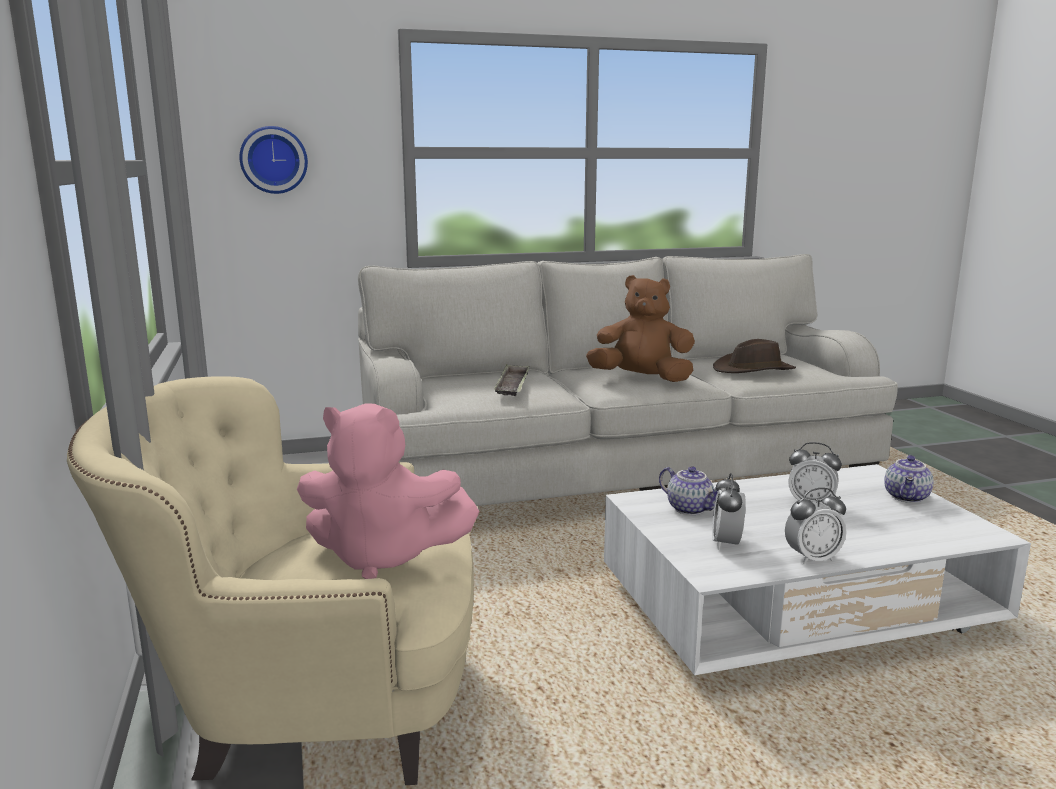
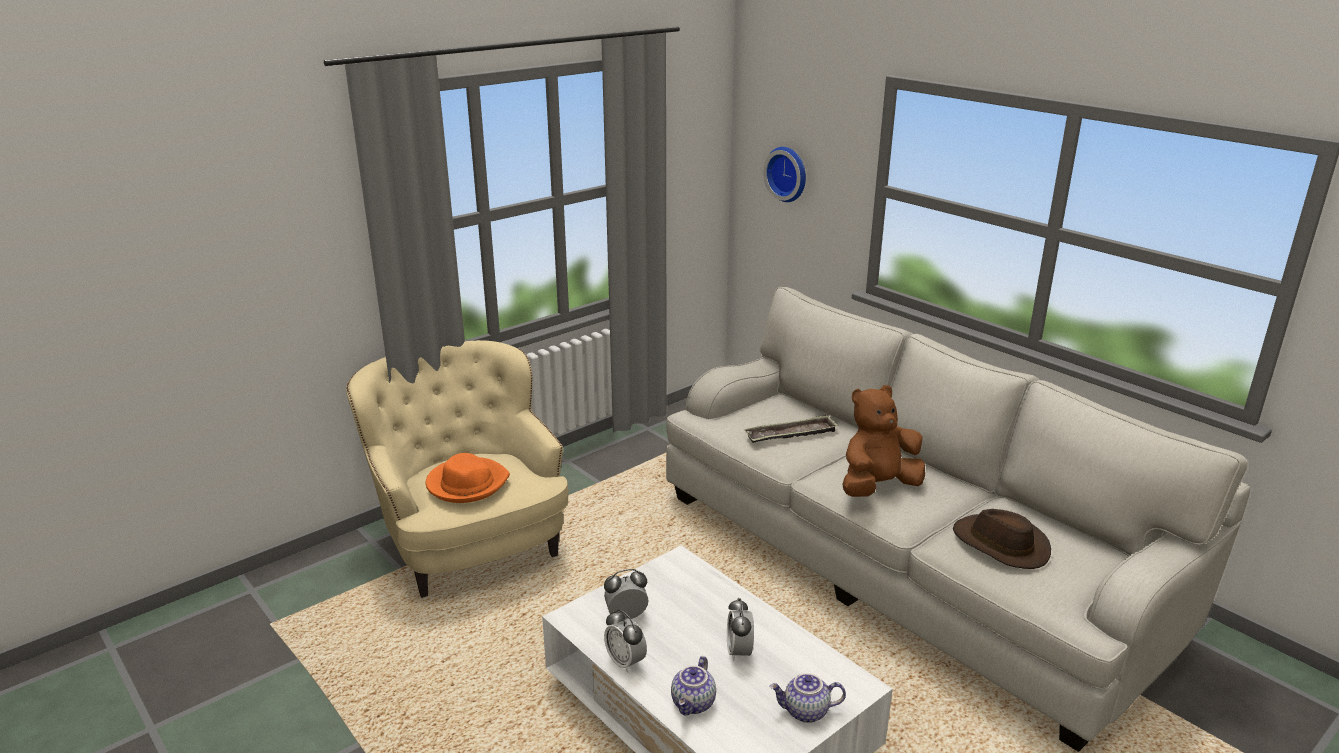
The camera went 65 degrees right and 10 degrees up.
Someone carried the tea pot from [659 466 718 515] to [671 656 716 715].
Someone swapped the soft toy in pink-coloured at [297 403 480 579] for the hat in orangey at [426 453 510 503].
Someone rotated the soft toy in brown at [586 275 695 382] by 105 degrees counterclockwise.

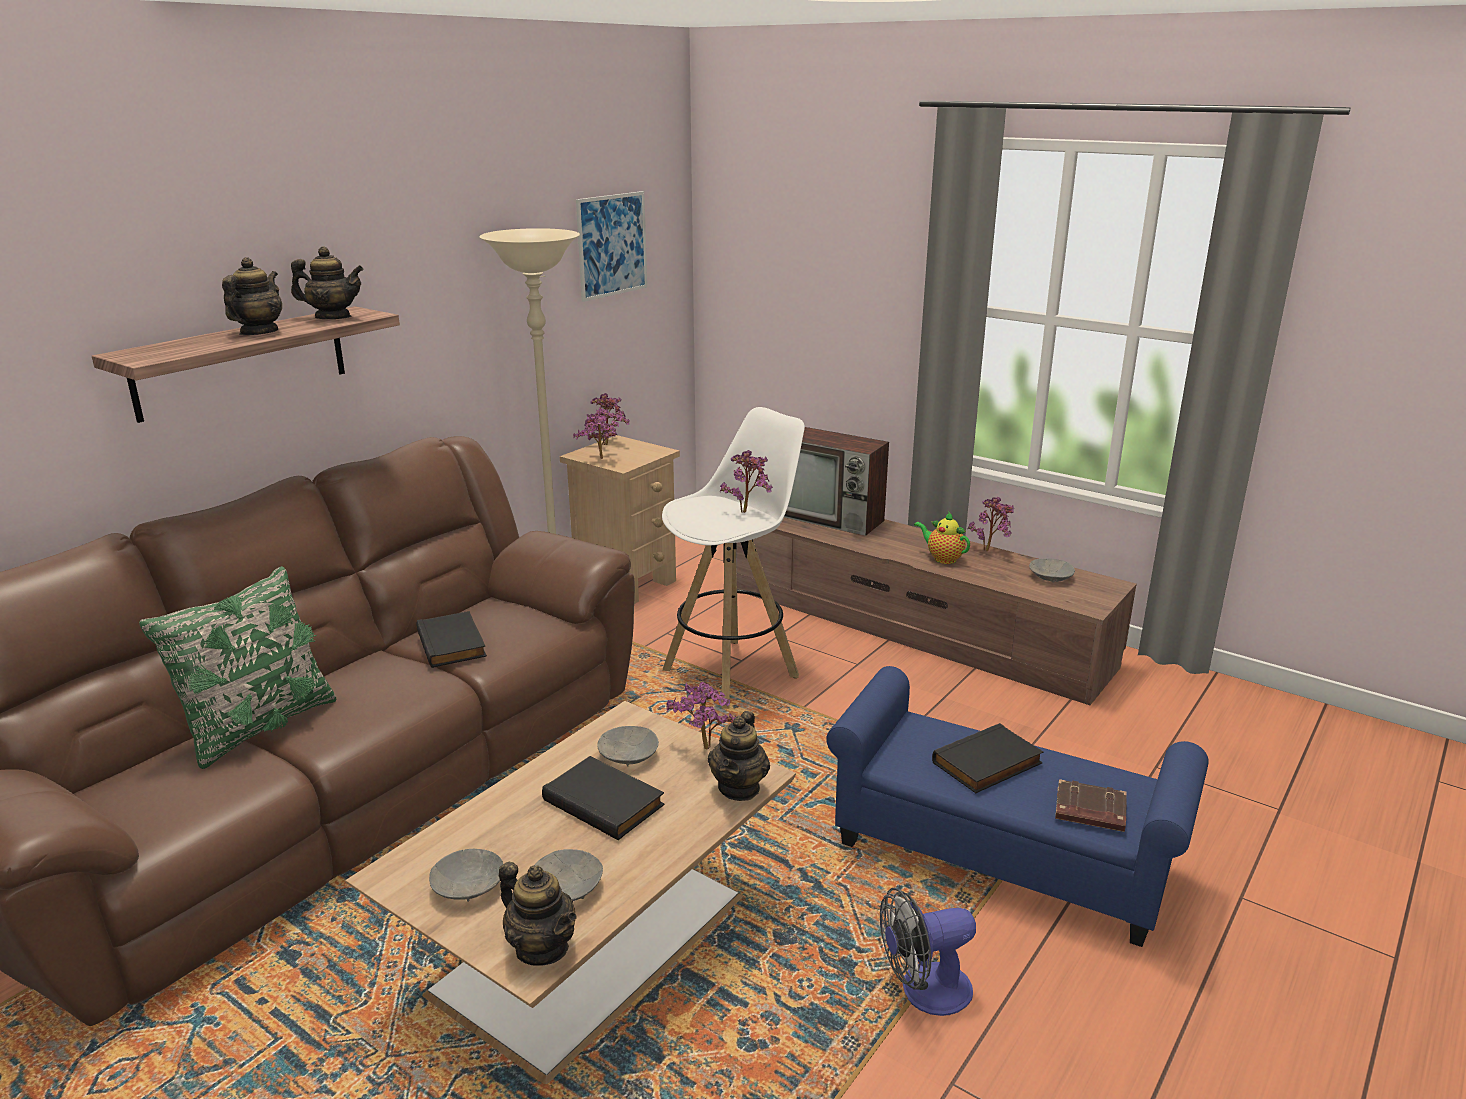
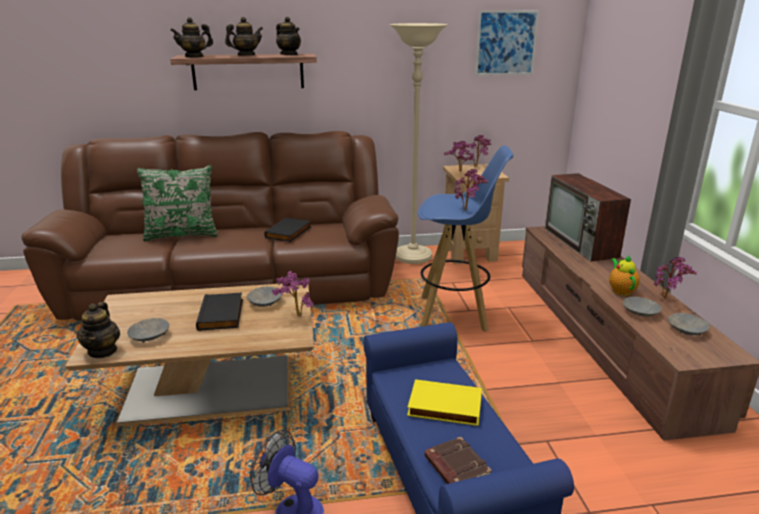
The camera went 45 degrees right and 0 degrees up.
Someone carried the bowl in grey from [429 849 503 902] to [623 297 661 317].
Someone carried the tea pot from [708 711 770 801] to [170 17 213 58].
Someone repainted the stool in white-coloured at [662 407 805 709], which became the stool in bluish at [418 146 513 332].
Someone repainted the bound book in black-coloured at [932 723 1044 793], which became the bound book in yellow-coloured at [407 380 482 426].

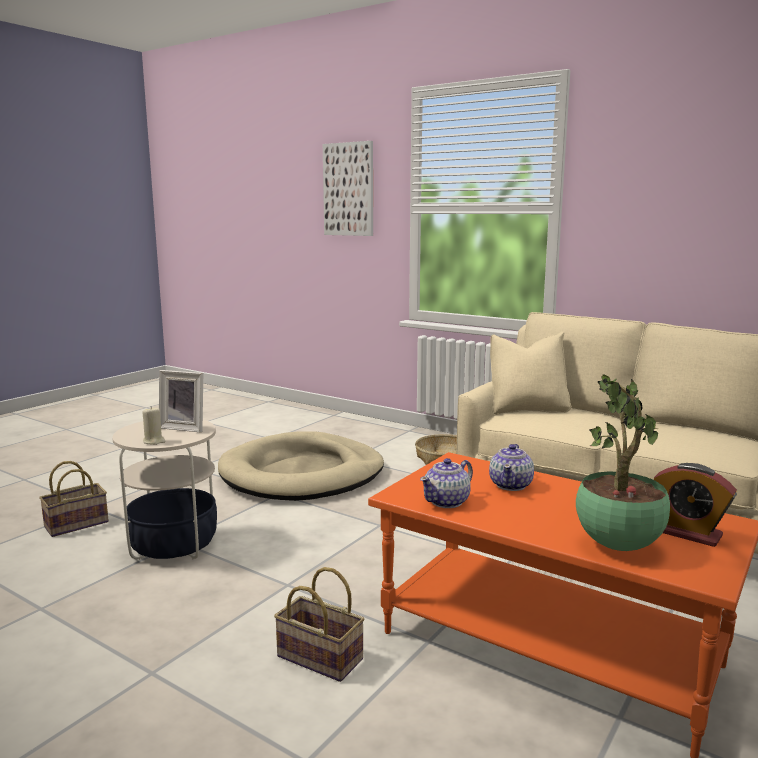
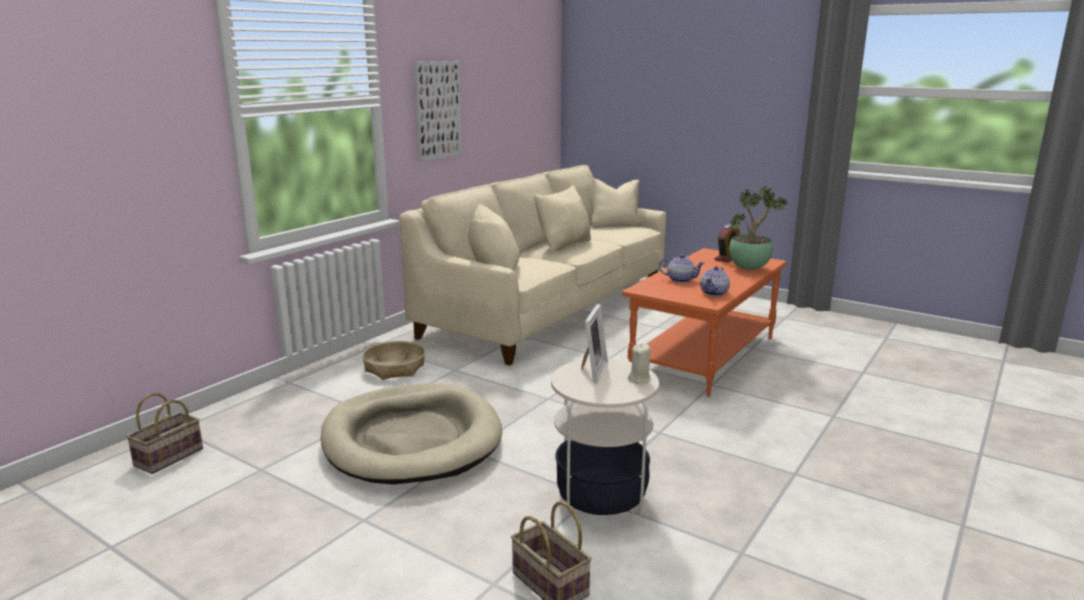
The camera went 90 degrees left and 5 degrees up.
Someone put down the throw pillow in sand-coloured at [534 185 591 252].
Someone carried the basket from [274 567 364 682] to [126 393 203 474].
Someone carried the wall picture from [323 141 373 236] to [413 61 462 161].
Someone rotated the tea pot at [420 458 473 508] by 75 degrees clockwise.

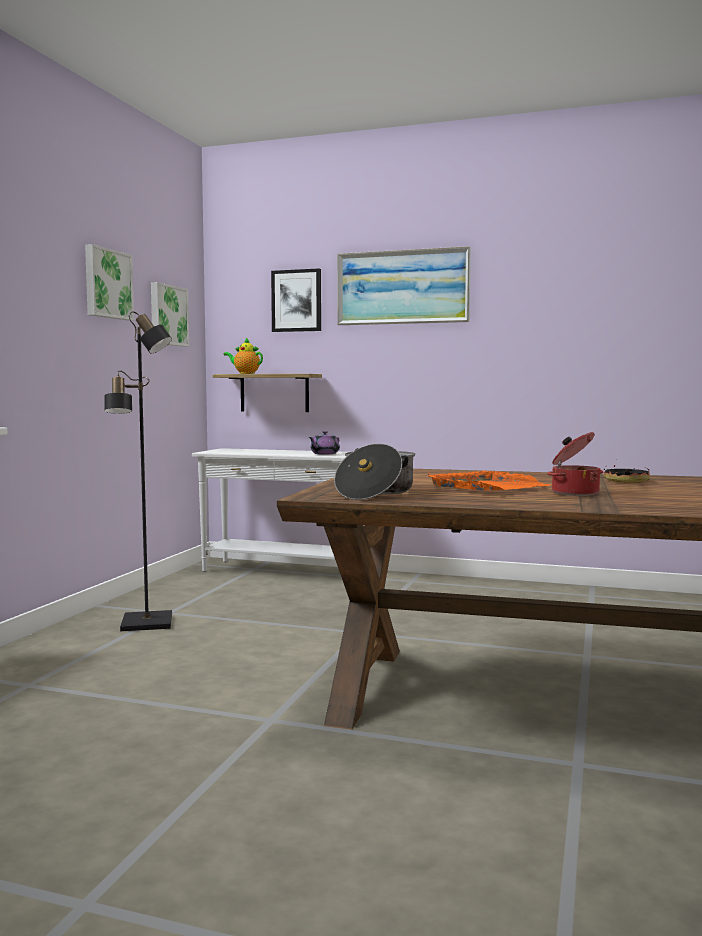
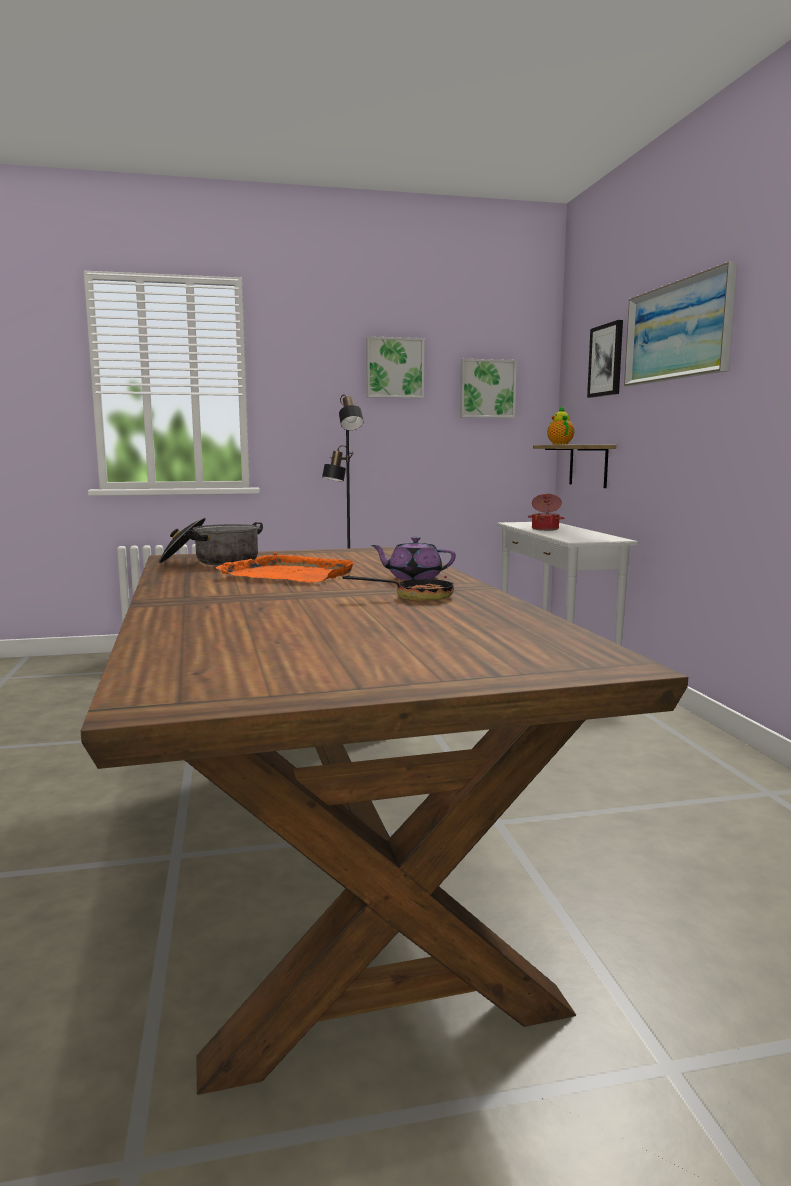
The camera went 60 degrees right and 5 degrees up.
Someone carried the tea pot in purple from [309 431 340 455] to [371 537 456 580].
Someone carried the cooking pot from [548 432 603 496] to [528 494 564 531].

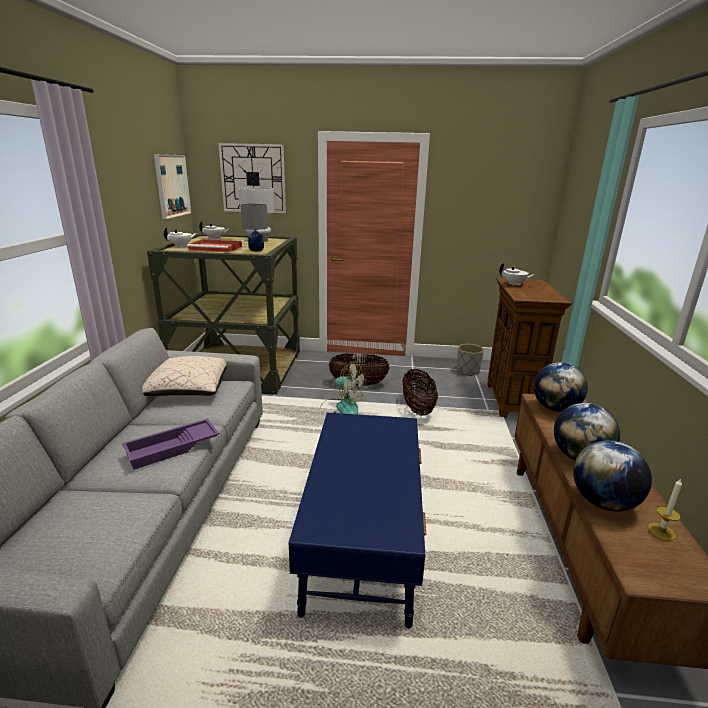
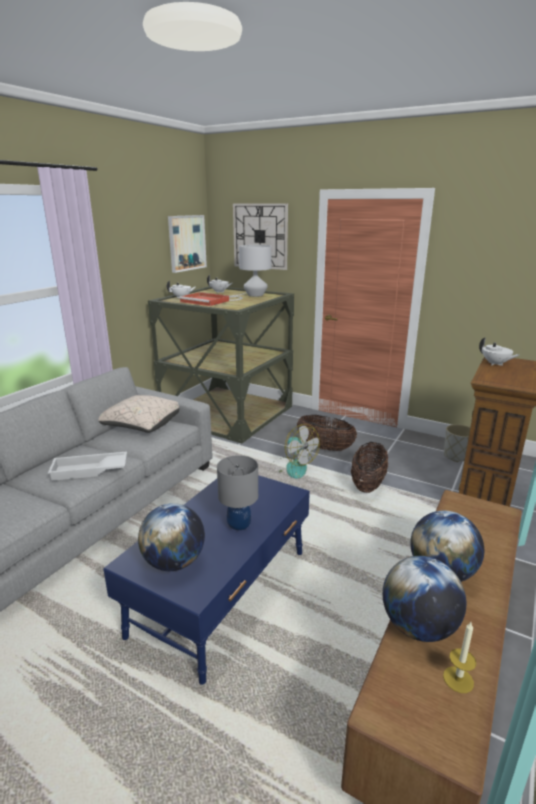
The camera went 25 degrees right and 0 degrees up.
Someone carried the lamp for a table in grey from [241 204 268 251] to [217 455 258 530].
Someone carried the globe from [534 362 588 412] to [138 503 205 571].
Someone repainted the serving tray in purple at [122 418 219 470], which became the serving tray in white-coloured at [48 452 127 481].

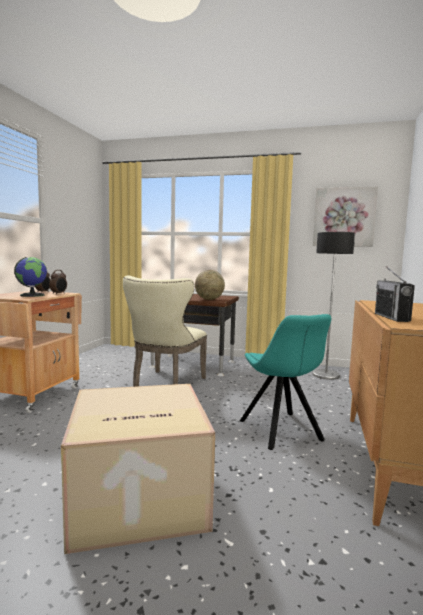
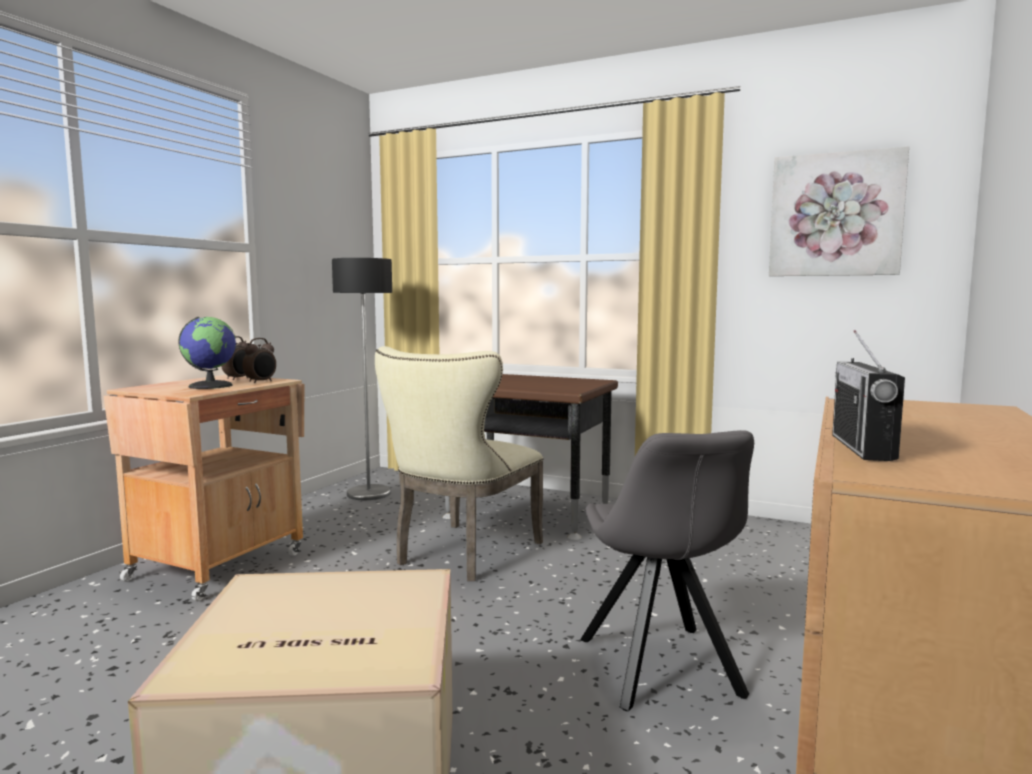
The camera went 10 degrees right and 0 degrees up.
Someone took away the globe at [195 270 225 300].
Someone carried the standard lamp from [313 232 355 380] to [332 258 392 500].
Someone repainted the chair in turquoise-coloured at [240 314 331 450], which became the chair in grey at [580 430 754 711].

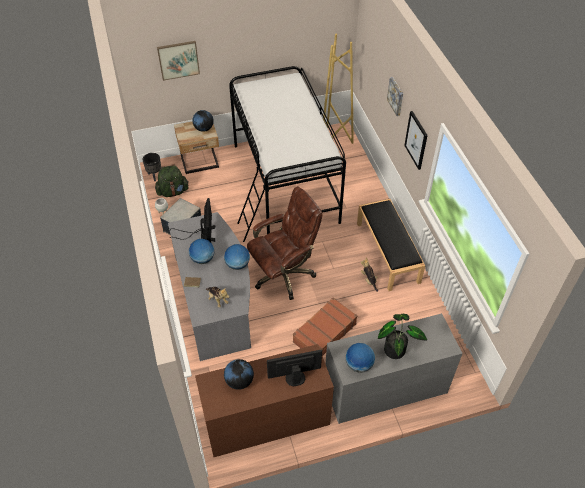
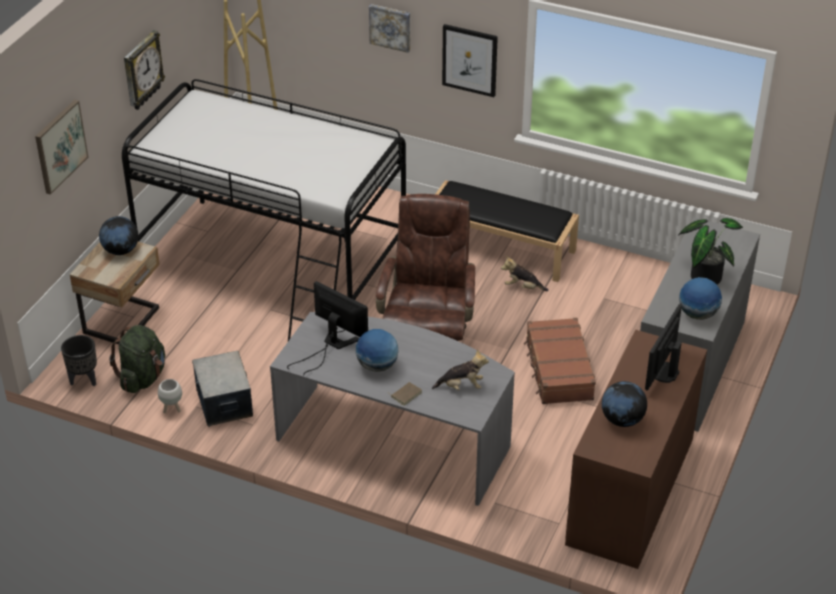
The camera went 50 degrees left and 10 degrees down.
Someone took away the globe at [224 244 250 270].
Someone put up the hanging clock at [124 30 165 110].

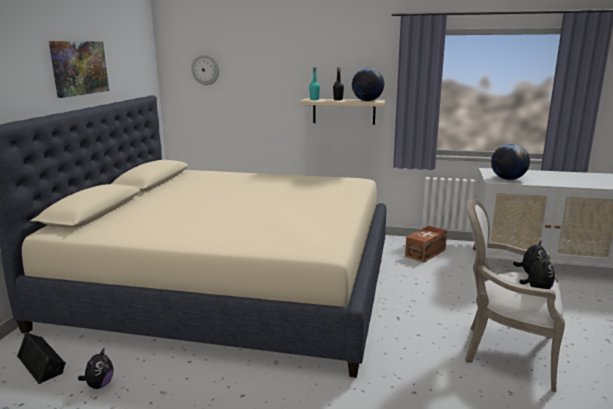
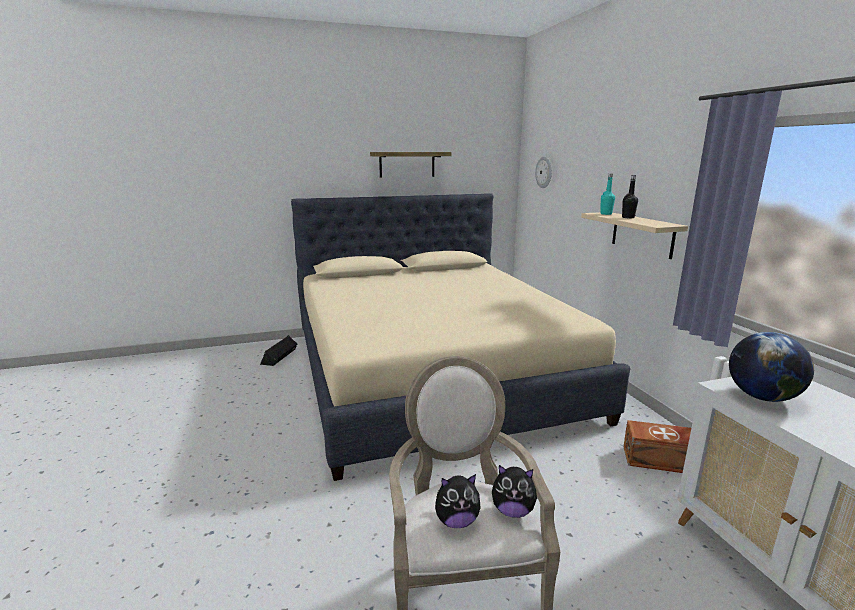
The camera went 60 degrees right and 0 degrees up.
Someone took away the soft toy at [78 348 114 389].
Someone took away the globe at [352 68 384 101].
Someone swapped the wall picture at [49 41 109 98] for the bracket shelf at [370 152 451 177].

